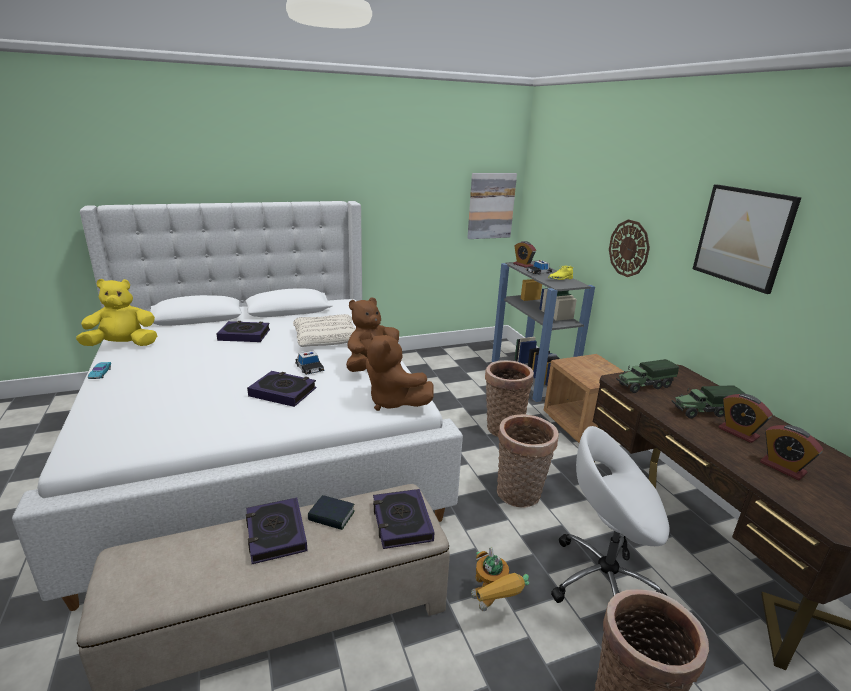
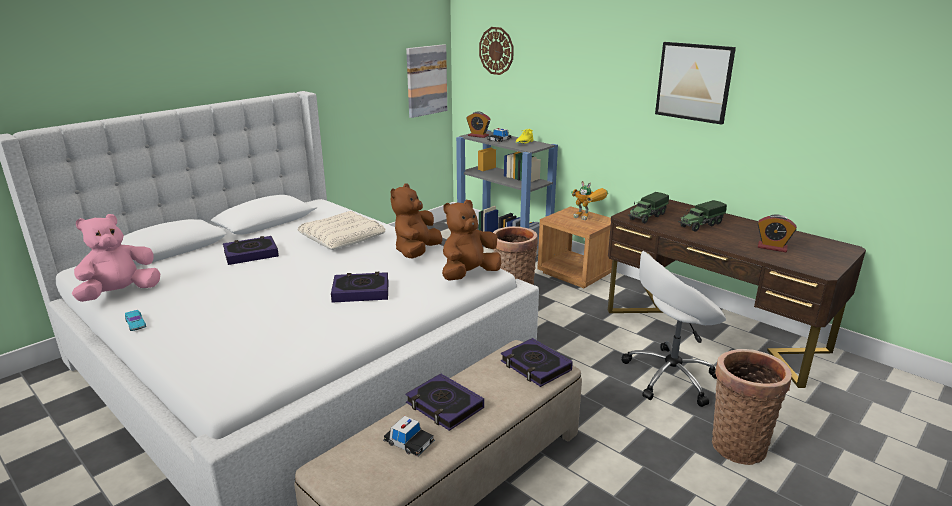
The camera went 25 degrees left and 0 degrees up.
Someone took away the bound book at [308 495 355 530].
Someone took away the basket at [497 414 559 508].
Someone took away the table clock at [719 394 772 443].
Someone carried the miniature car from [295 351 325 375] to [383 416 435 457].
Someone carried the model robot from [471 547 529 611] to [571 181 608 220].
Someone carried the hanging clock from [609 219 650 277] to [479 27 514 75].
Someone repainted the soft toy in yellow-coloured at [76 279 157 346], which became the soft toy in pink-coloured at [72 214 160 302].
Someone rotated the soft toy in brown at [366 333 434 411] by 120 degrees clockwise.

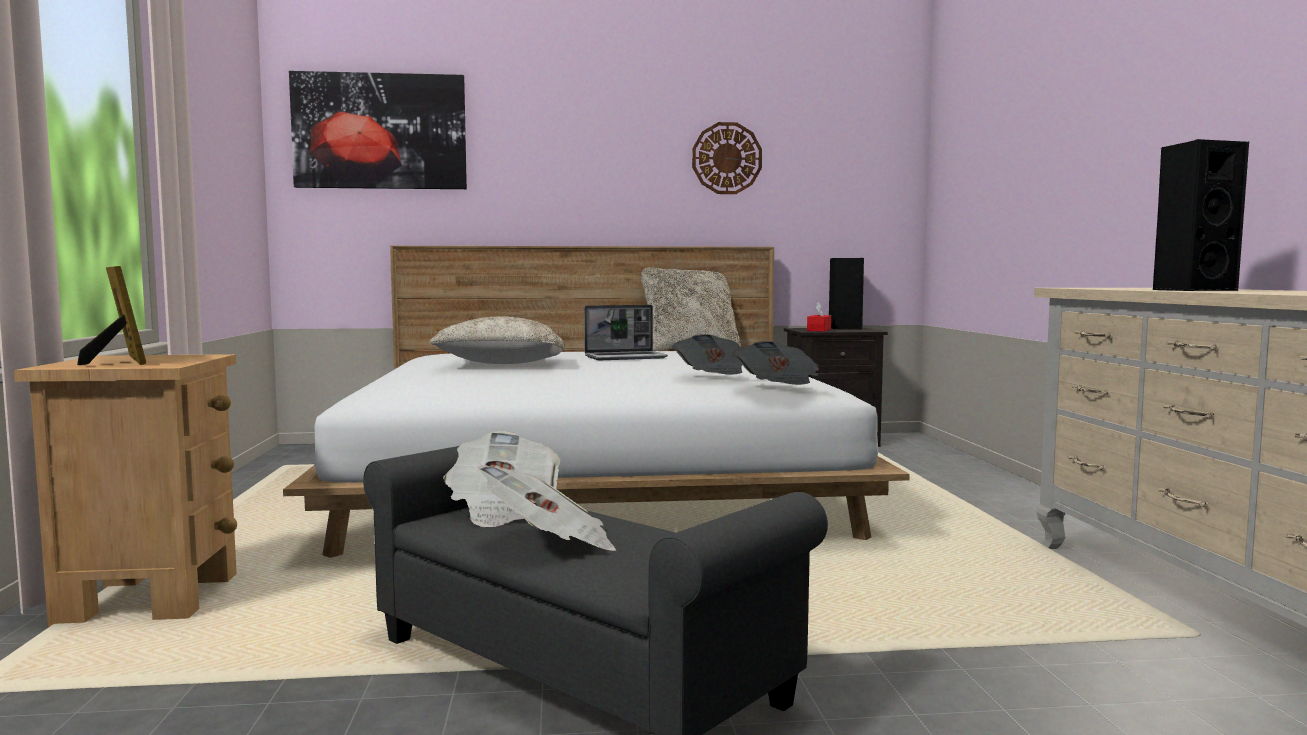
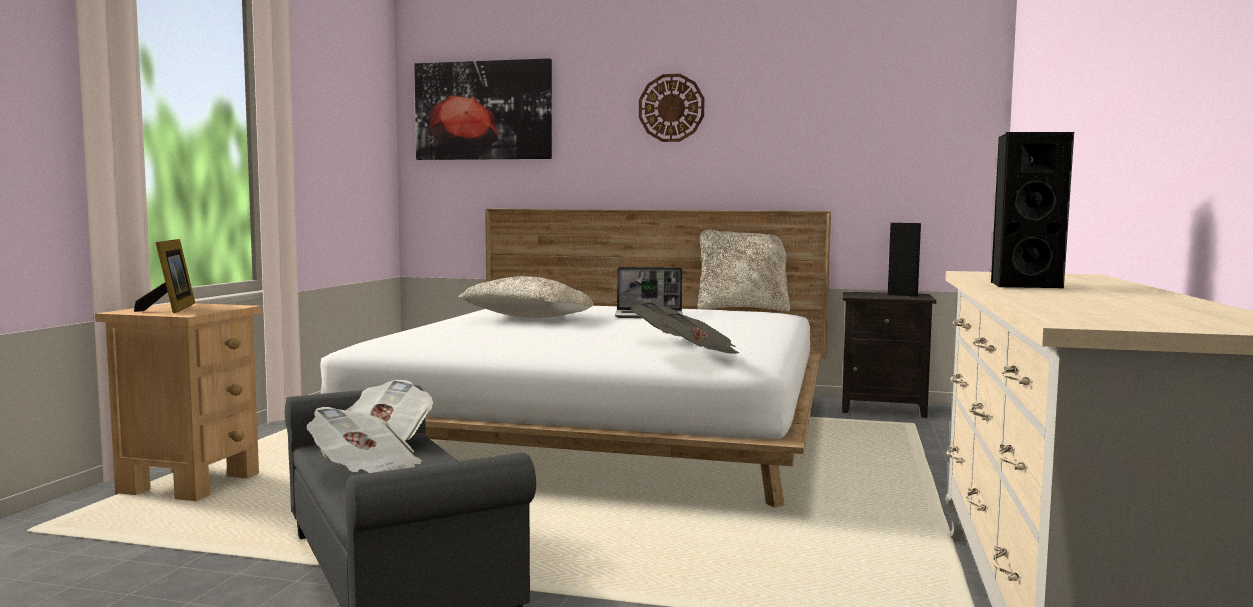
The camera went 20 degrees right and 0 degrees up.
Someone took away the box of tissues in red at [807 302 831 332].
Someone carried the hanging clock from [692 122 762 194] to [639 74 705 142].

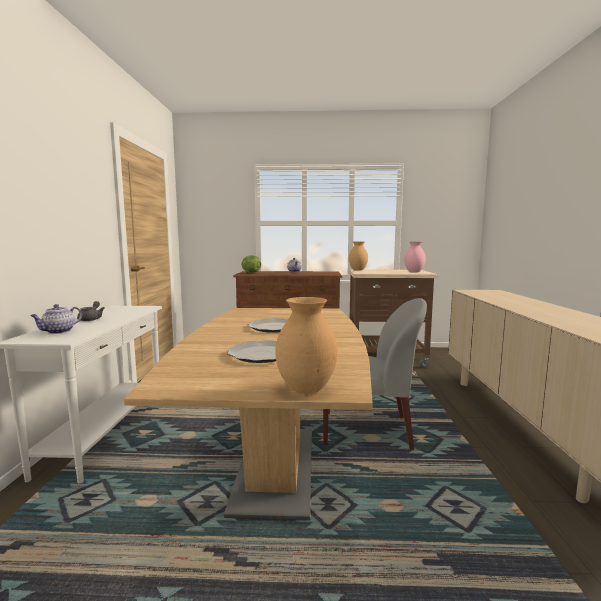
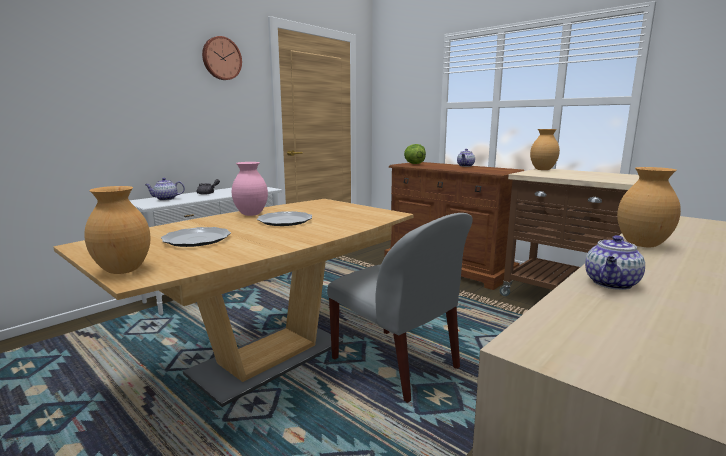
The camera went 40 degrees right and 5 degrees up.
Someone put up the hanging clock at [202 36 242 80].
Someone put down the tea pot at [585 235 645 290].
Someone put down the flower vase in brown at [617 167 681 247].
Someone carried the flower vase in pink-coloured from [404 242 426 273] to [232 162 268 216].

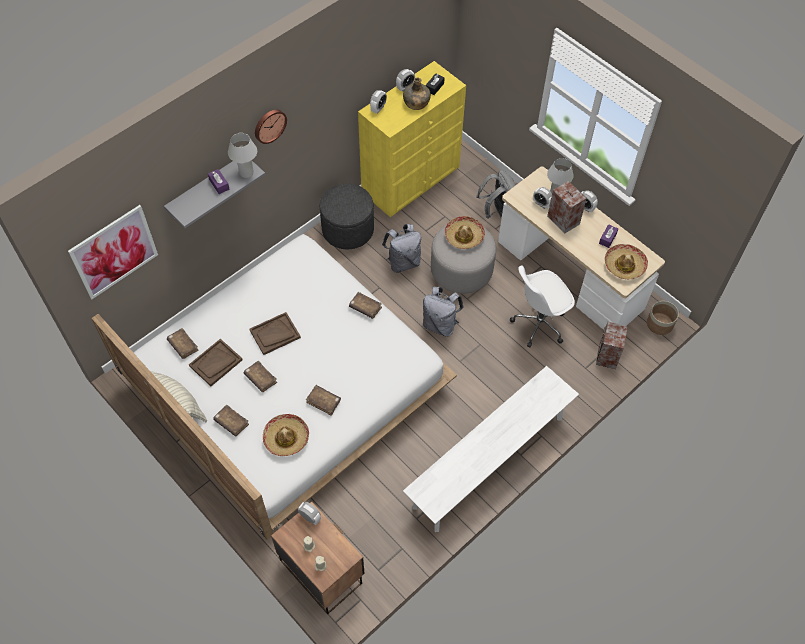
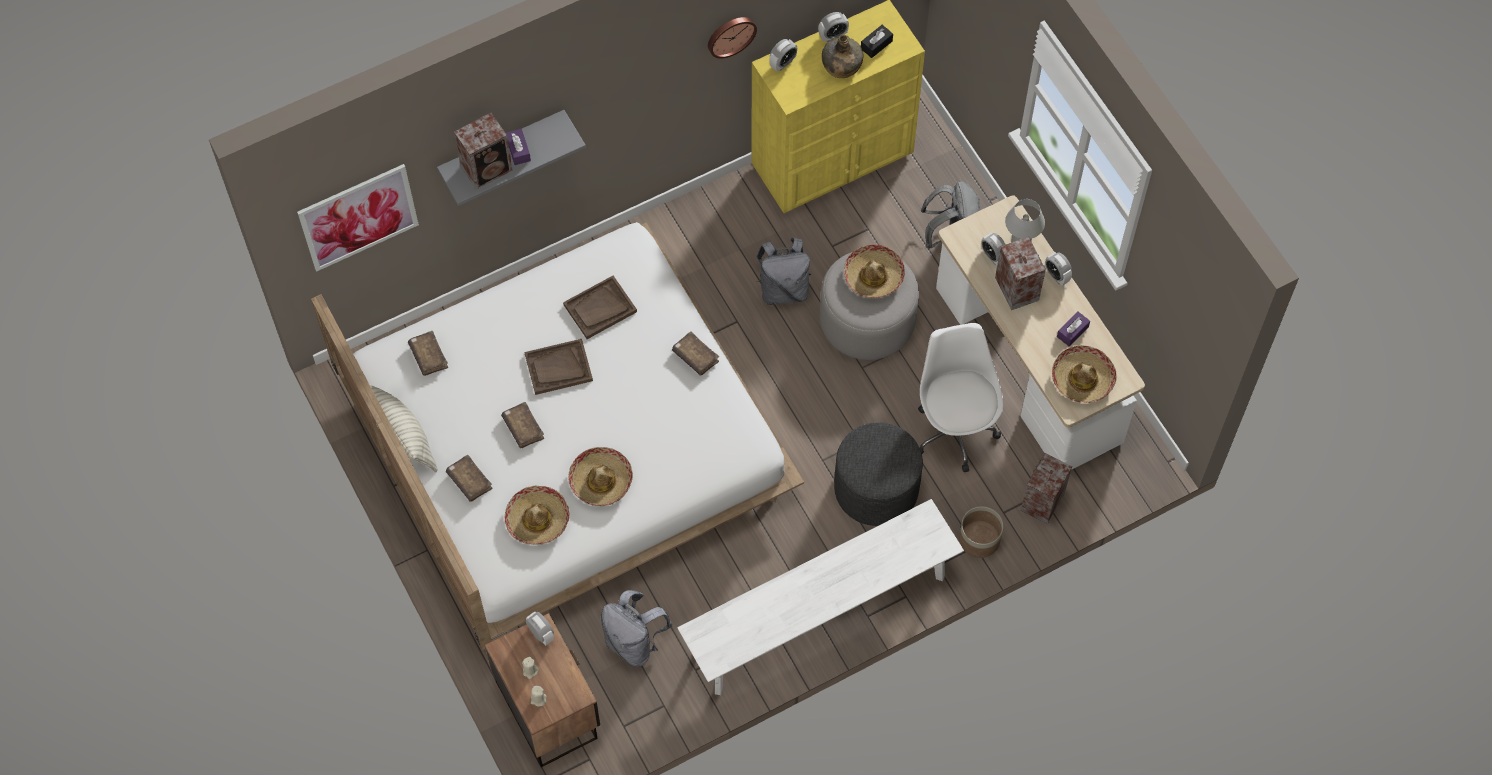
The camera went 15 degrees right and 5 degrees up.
Someone took away the lamp for a table in white-coloured at [228 133 257 178].
Someone put down the speaker at [454 113 512 190].
Someone carried the serving tray in brown from [189 339 242 386] to [563 276 637 339].
Someone carried the hanging clock from [255 110 287 144] to [708 17 757 59].
Someone carried the ottoman in grey from [320 184 374 249] to [834 422 923 526].
Someone carried the backpack in grey from [423 287 463 337] to [601 590 672 667].
Someone carried the planter from [647 301 679 335] to [959 506 1003 558].
Someone swapped the bound book in brown at [306 385 341 416] for the hat at [568 447 633 506].
Someone rotated the office chair in white-coloured at [510 265 575 347] by 90 degrees clockwise.

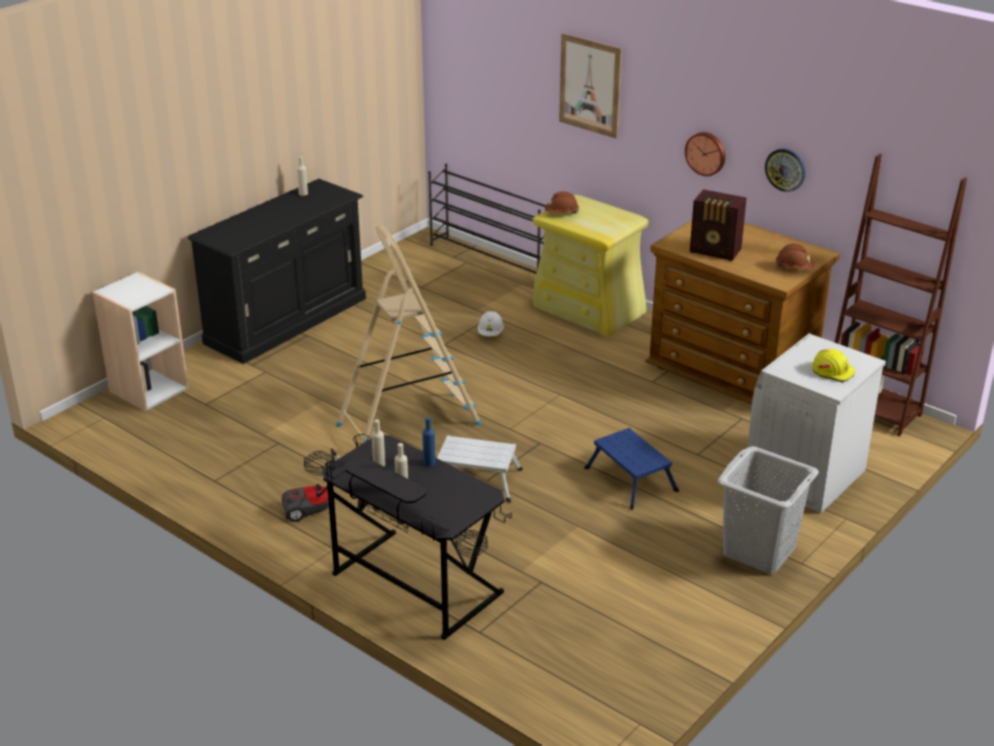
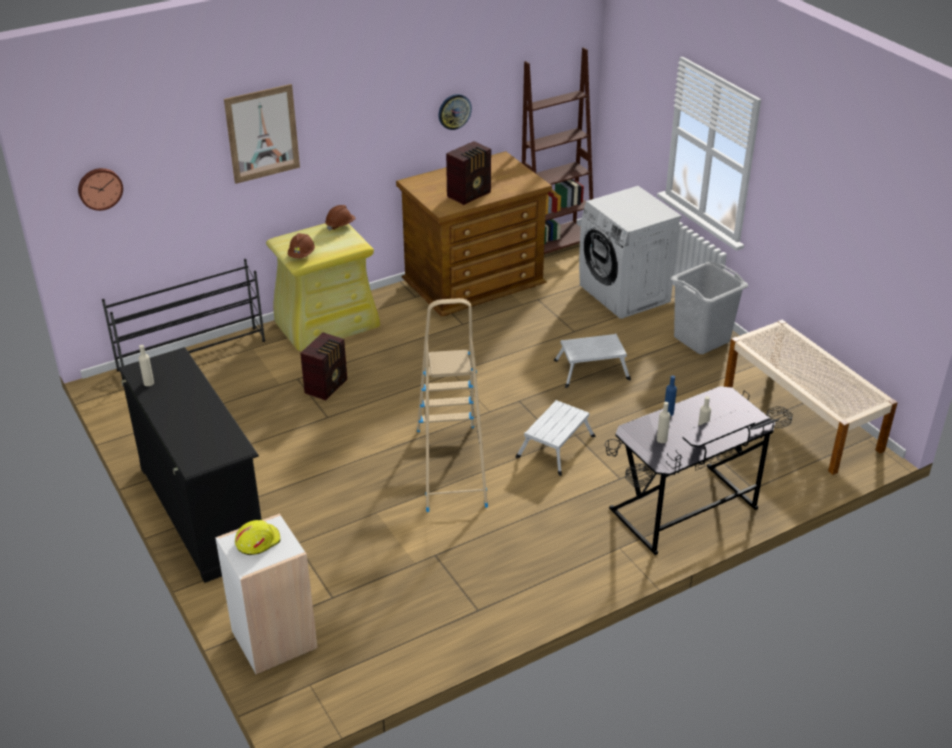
The camera went 70 degrees left and 5 degrees up.
Someone took away the hoover at [282 448 378 522].
Someone put down the bench in sand-coloured at [724 320 898 475].
Someone carried the hanging clock from [685 132 725 176] to [78 168 123 211].
Someone carried the work helmet in brown from [775 244 815 270] to [325 205 356 231].
Someone carried the work helmet in yellow-coloured from [812 349 855 382] to [235 520 281 555].
Someone swapped the work helmet in white-coloured at [478 311 504 336] for the radio receiver at [300 332 347 401].
Someone repainted the step stool in bluish at [584 428 679 510], which became the step stool in white-coloured at [553 334 631 388].

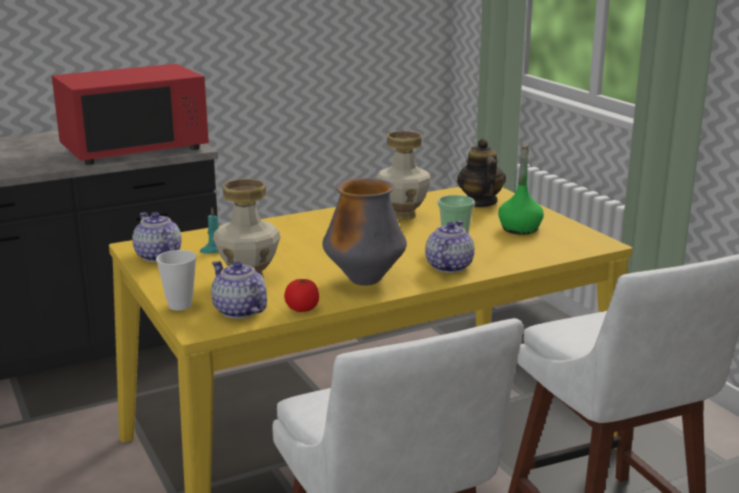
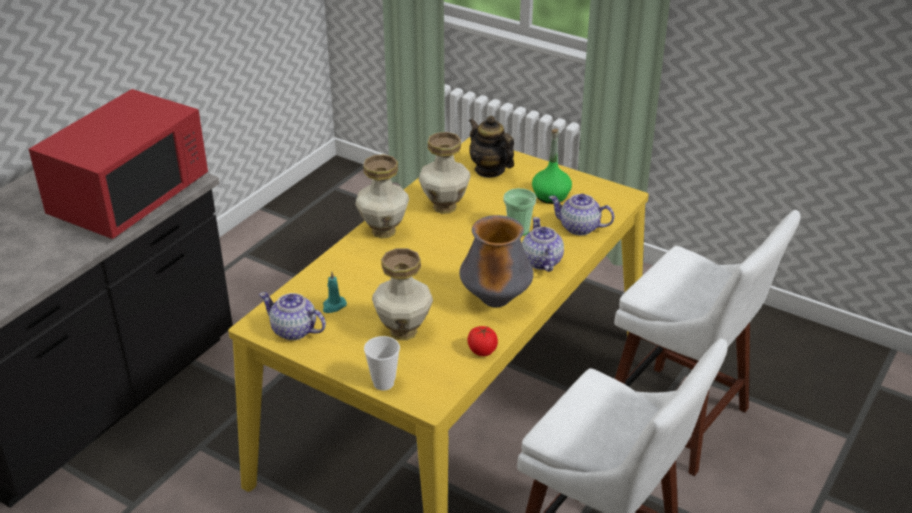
The camera went 30 degrees left and 15 degrees up.
Someone put down the flower vase at [355 154 409 239].
Someone carried the tea pot from [211 261 267 319] to [549 194 614 236].

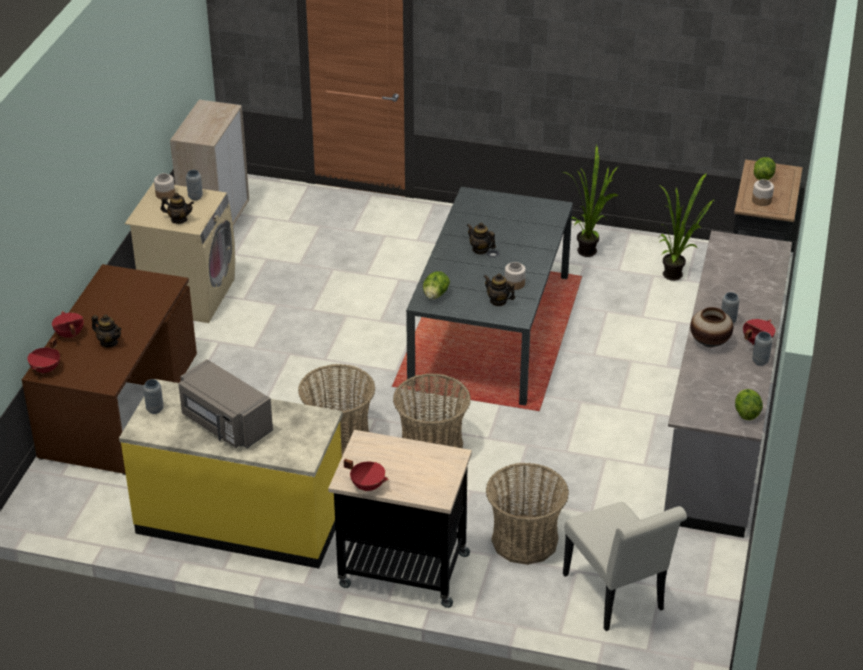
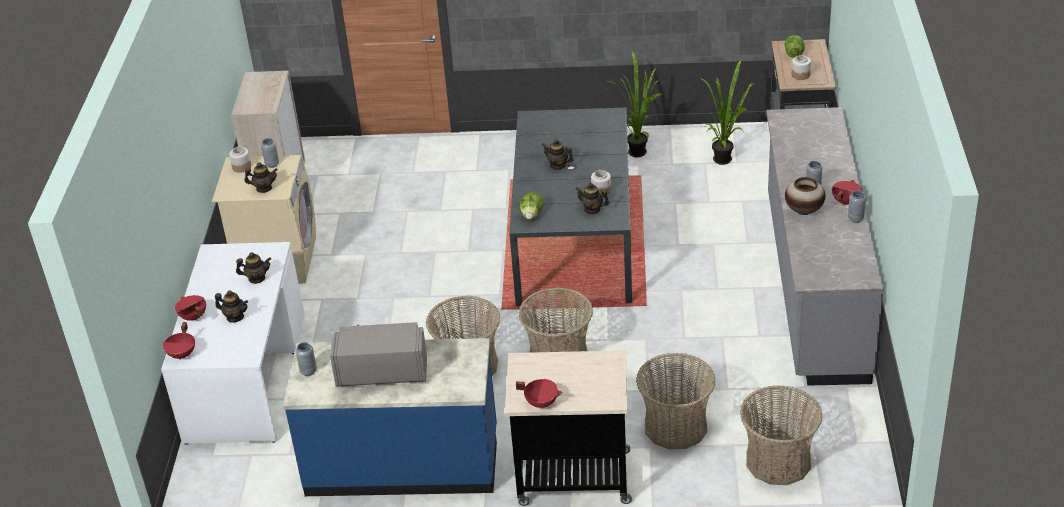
The camera went 10 degrees left and 0 degrees up.
Someone took away the lettuce head at [735 389 763 420].
Someone put down the tea pot at [236 252 271 284].
Someone swapped the chair in white-coloured at [563 502 687 631] for the basket at [740 385 823 485].
Someone repainted the desk in brown at [22 264 197 475], which became the desk in white-coloured at [161 242 305 445].
Someone repainted the kitchen base unit in yellow-coloured at [119 379 343 569], which became the kitchen base unit in bluish at [283 338 497 496].
Someone rotated the kitchen microwave in grey at [178 359 273 448] by 150 degrees clockwise.

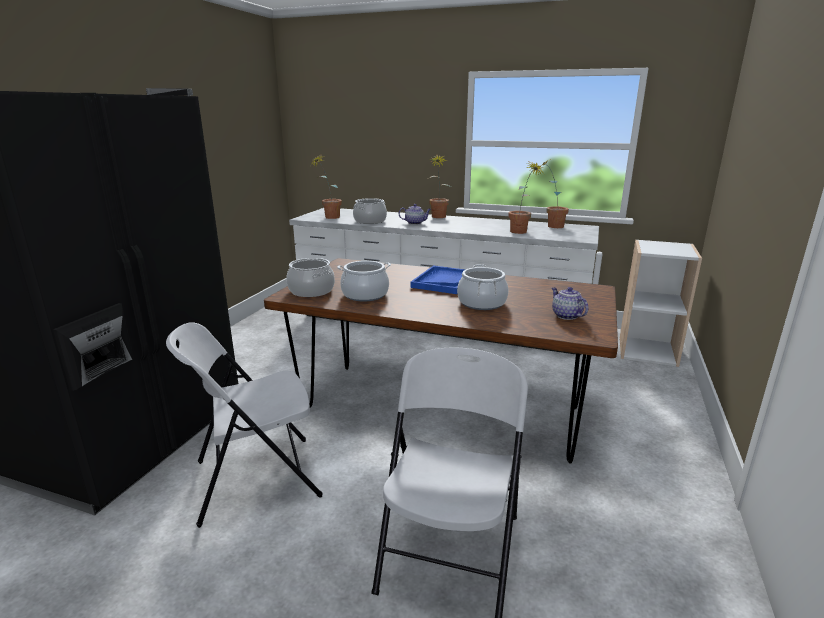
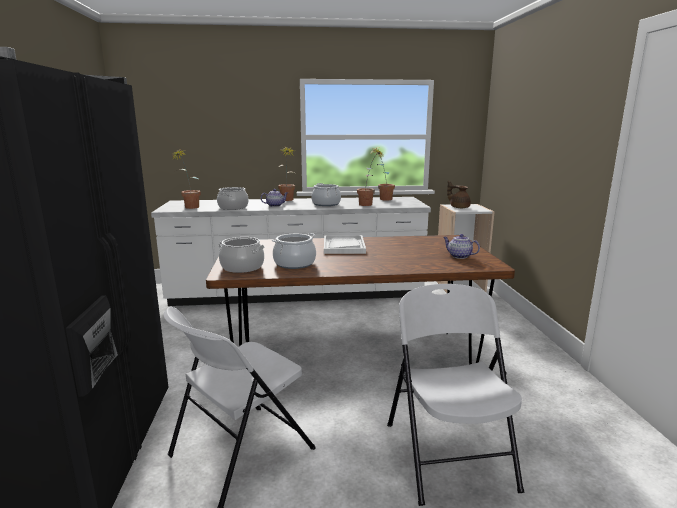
The camera went 25 degrees left and 5 degrees down.
Someone put down the tea pot in brown at [447 181 471 208].
Someone carried the cooking pot from [457 264 508 310] to [311 183 341 206].
Someone repainted the serving tray in bluish at [410 266 466 294], which became the serving tray in white-coloured at [324 235 366 254].

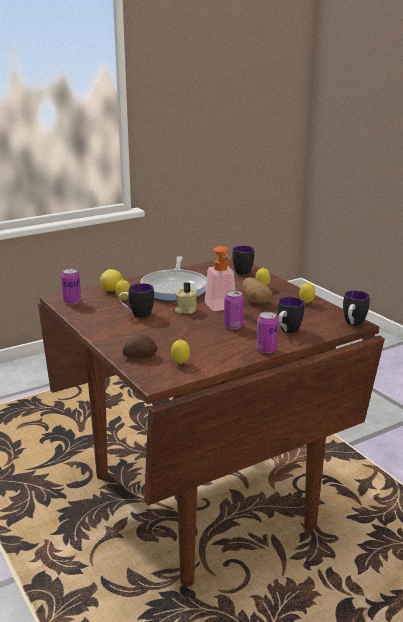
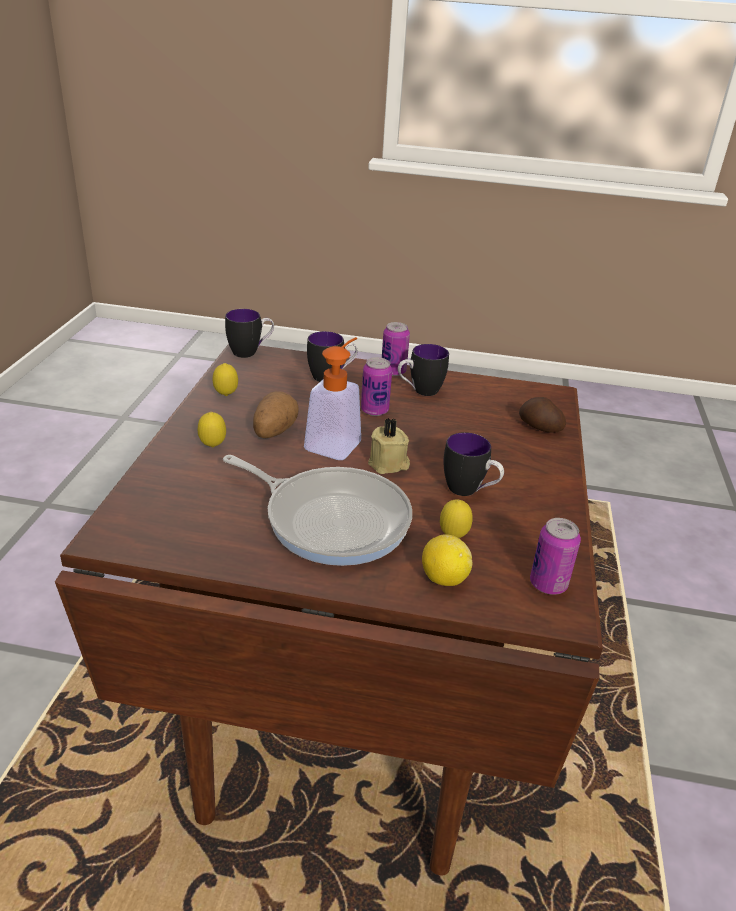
The camera went 140 degrees left and 10 degrees up.
Someone took away the lemon at [171 339 190 364].
Someone carried the tea mug from [232 246 254 275] to [398 344 449 396].
Someone rotated the skillet at [140 256 207 301] by 75 degrees clockwise.

